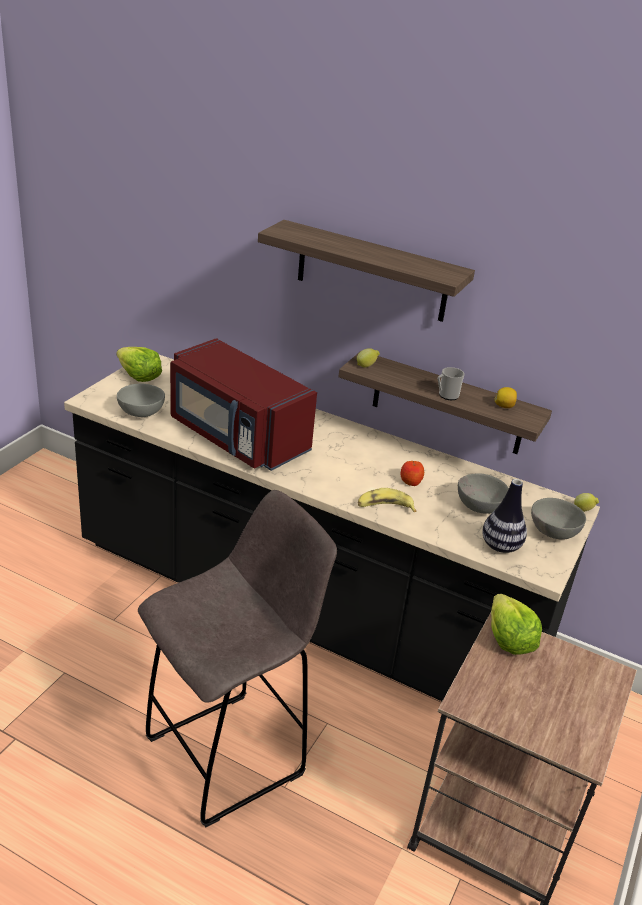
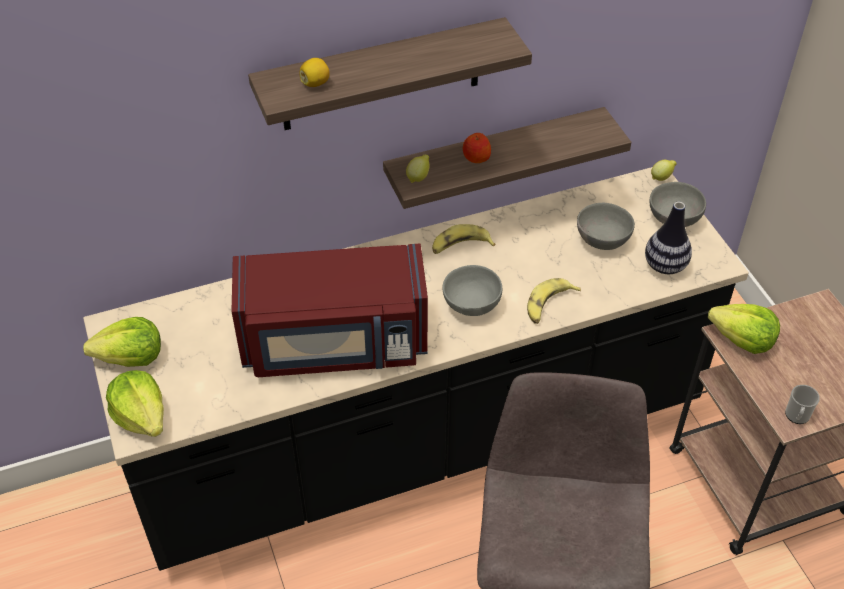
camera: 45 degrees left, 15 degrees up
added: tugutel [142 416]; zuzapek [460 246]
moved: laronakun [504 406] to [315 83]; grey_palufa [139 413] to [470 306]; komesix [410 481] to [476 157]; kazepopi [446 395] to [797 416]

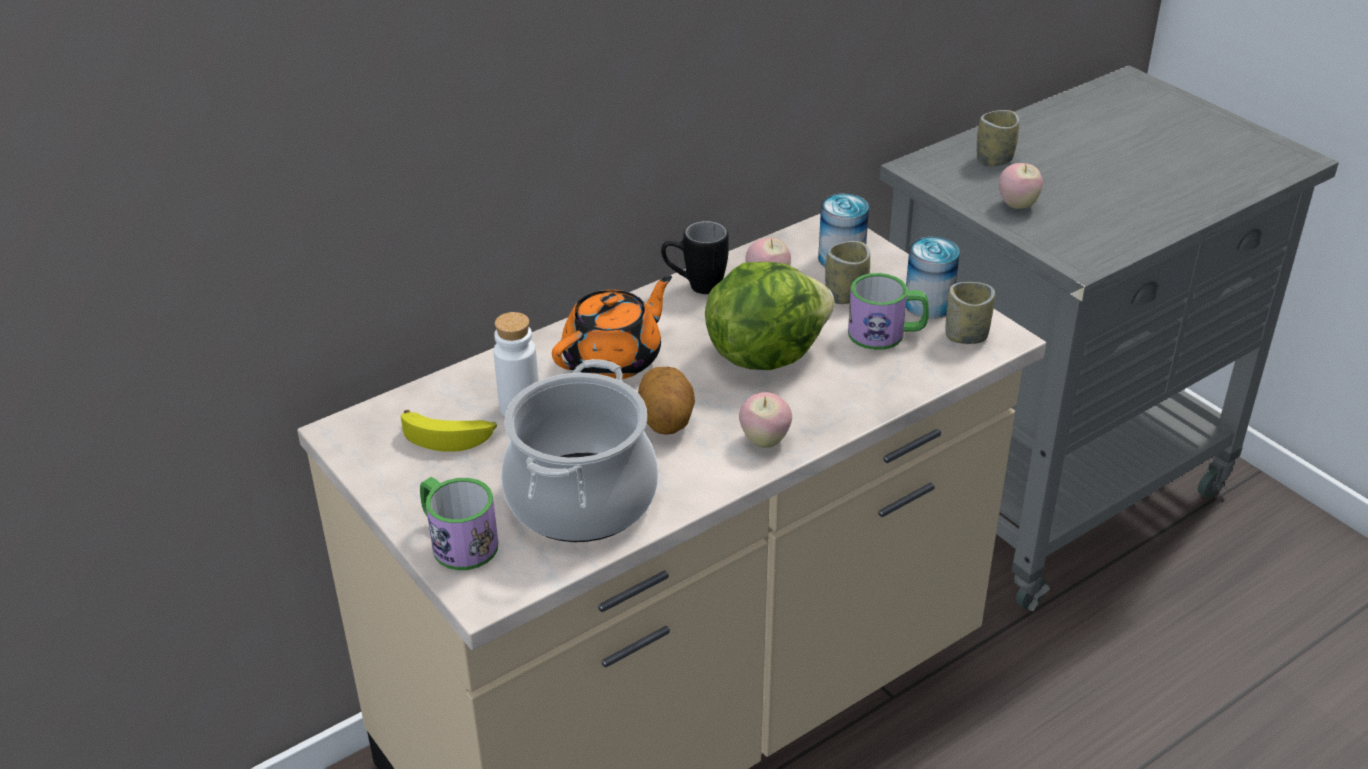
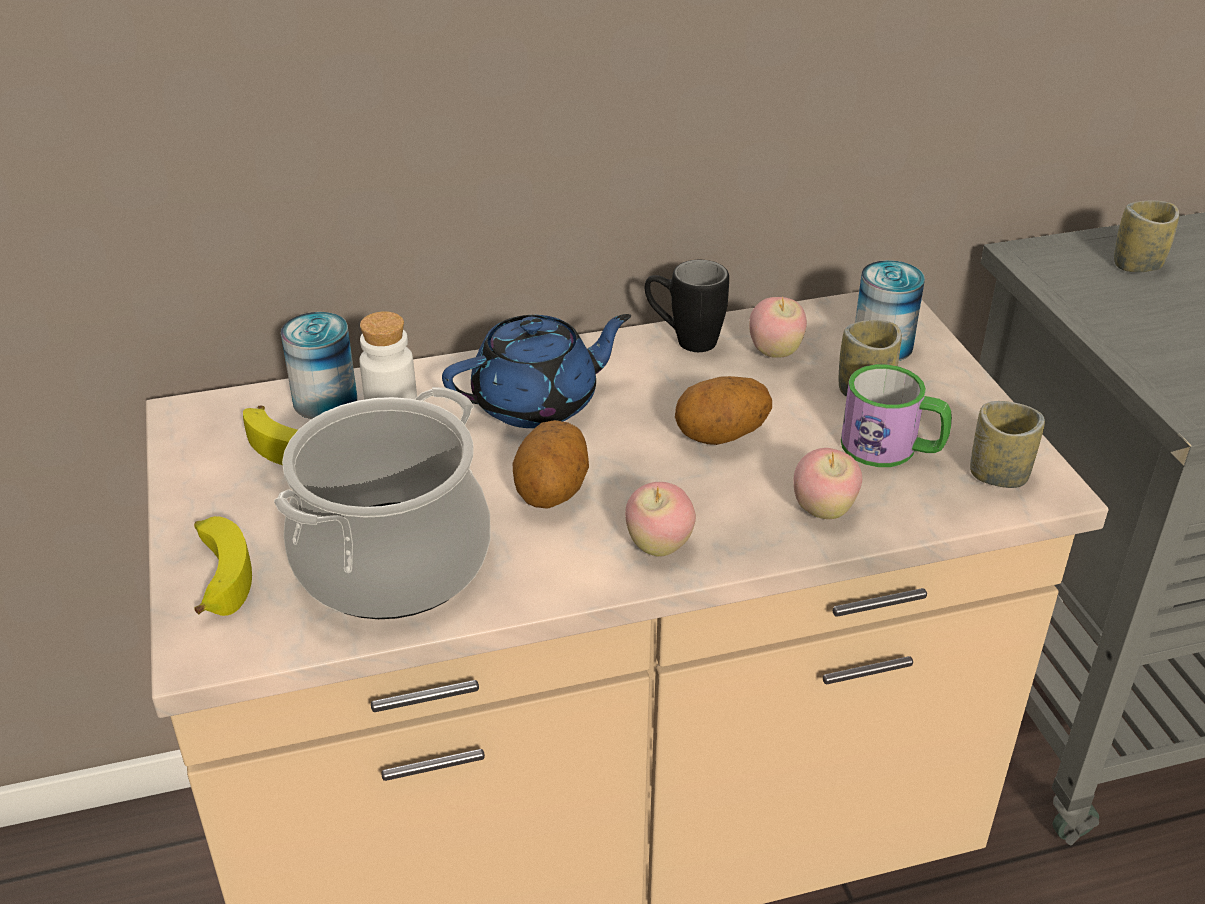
camera: 20 degrees right, 0 degrees up
moved: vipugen [928 304] to [325 401]; komesix [1017 205] to [823 510]
replaced: kazepopi [457 541] to zuzapek [218 574]; tugutel [764 354] to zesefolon [721 437]
recoloured: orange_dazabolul [614 359] to blue_dazabolul [538 403]

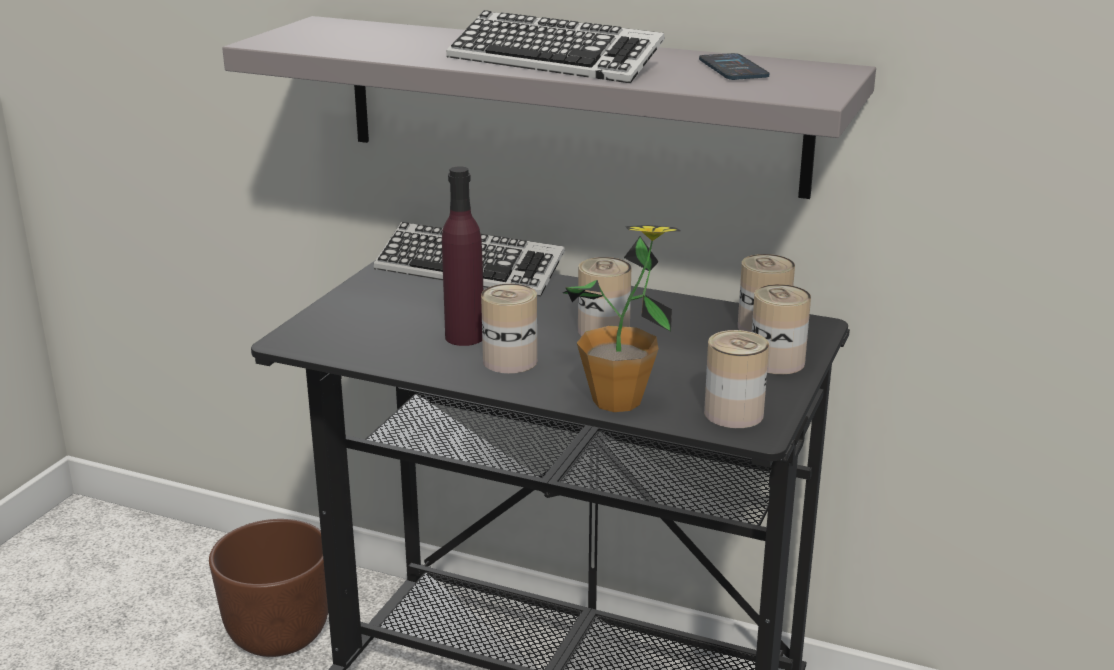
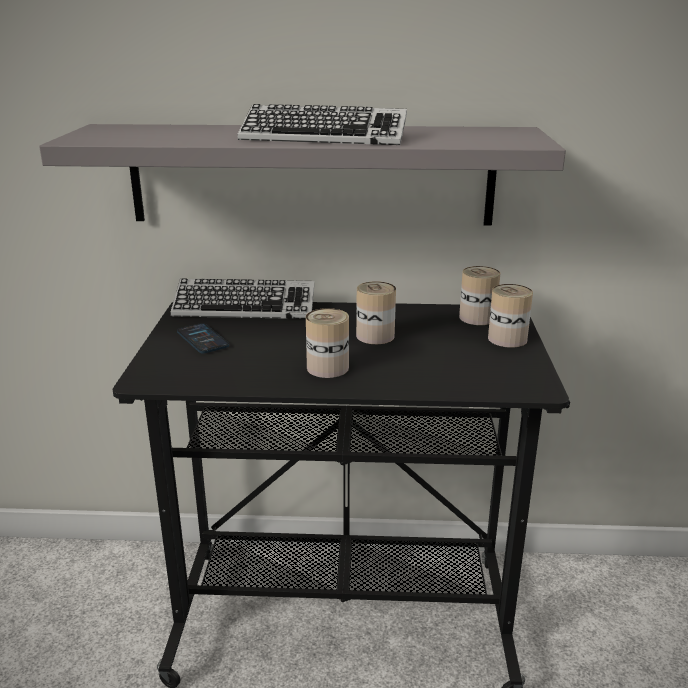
camera: 20 degrees left, 0 degrees up
removed: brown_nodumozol [280 636]; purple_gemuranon [464 337]; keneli [617 401]; vipugen [733 413]
moved: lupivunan [733 69] to [202 339]

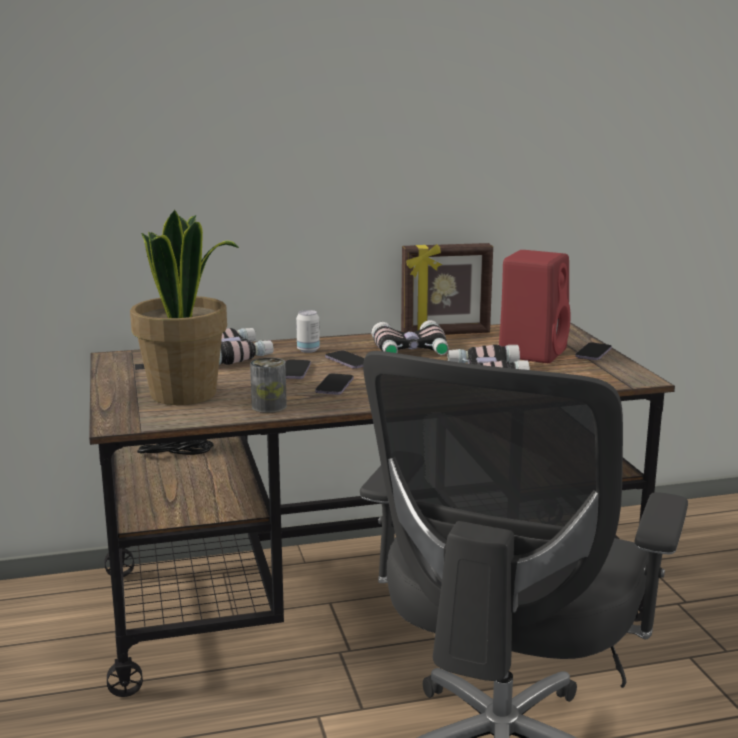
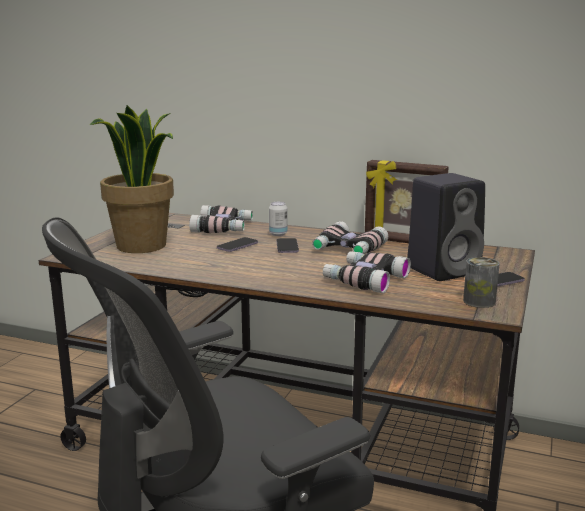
camera: 35 degrees right, 0 degrees up
removed: lupivunan [334 386]
moved: vipugen [269 406] to [479 301]
recoloured: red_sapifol [532 352] to black_sapifol [444 270]

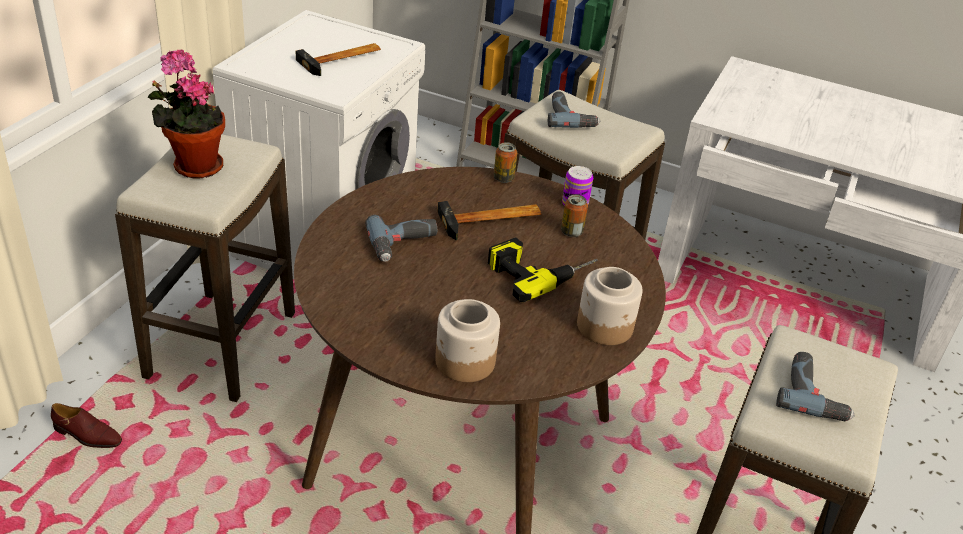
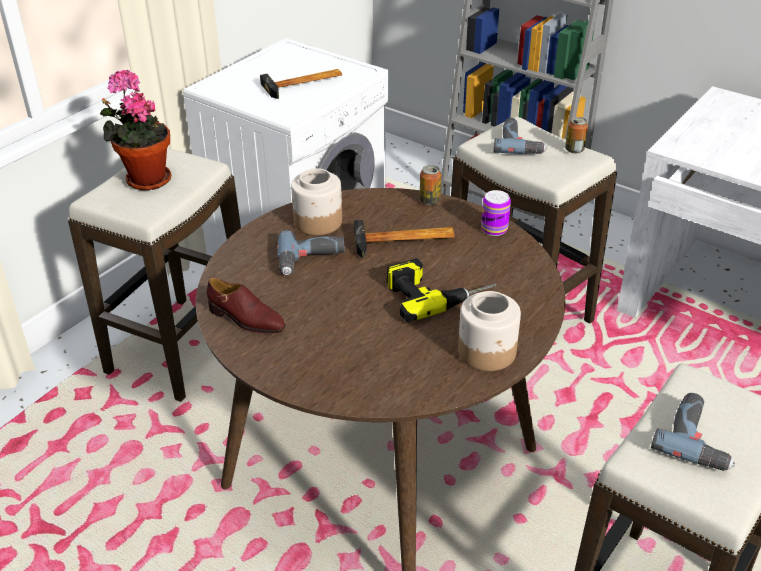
camera: 15 degrees right, 0 degrees up
moved: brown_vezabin [87 436] to [246 319]; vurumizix [465 362] to [317 222]; vipugen [571 232] to [574 150]

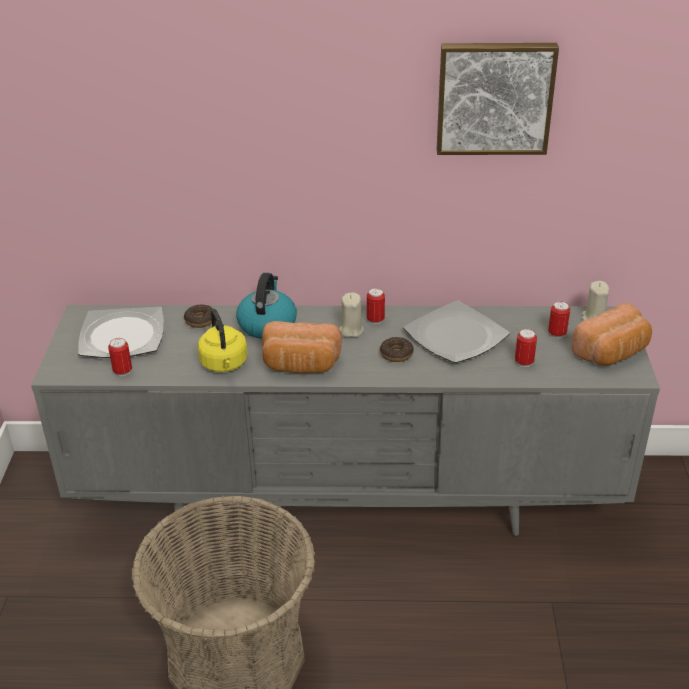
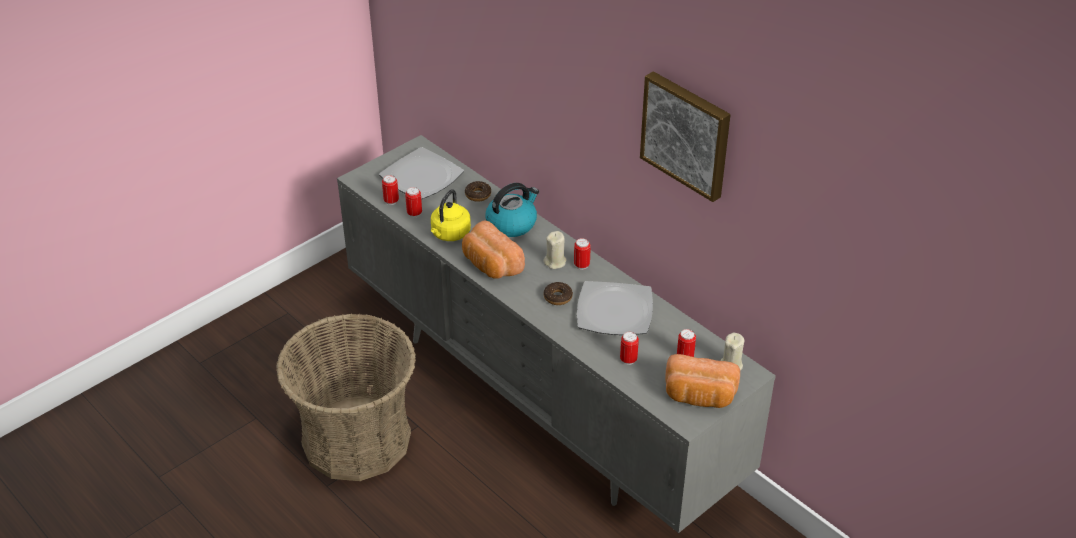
camera: 45 degrees right, 5 degrees up
added: vipugen [414 213]

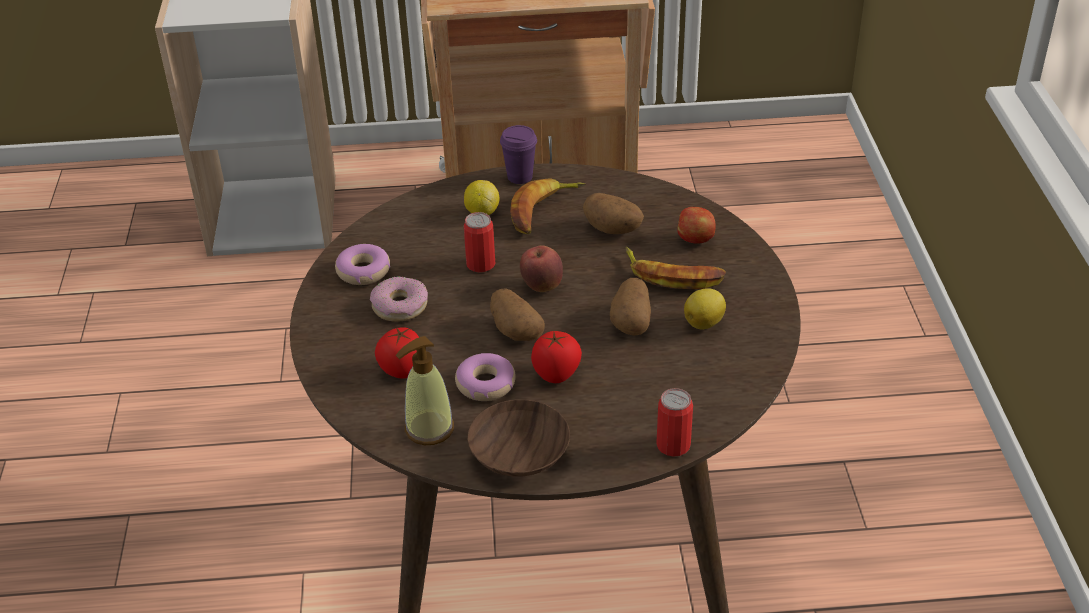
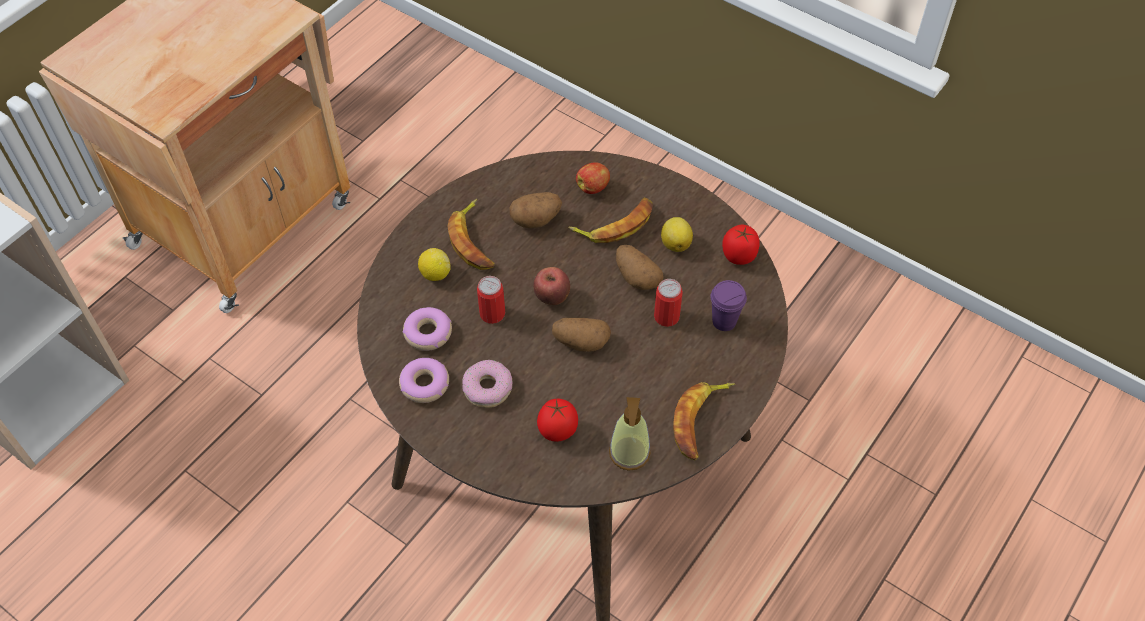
camera: 50 degrees left, 15 degrees up
moved: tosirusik [485 384] to [428 333]; vipugen [673 445] to [666 316]; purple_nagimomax [520 177] to [724 321]; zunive [557 375] to [739 256]
replaced: brown_palufa [518 455] to zuzapek [700 422]

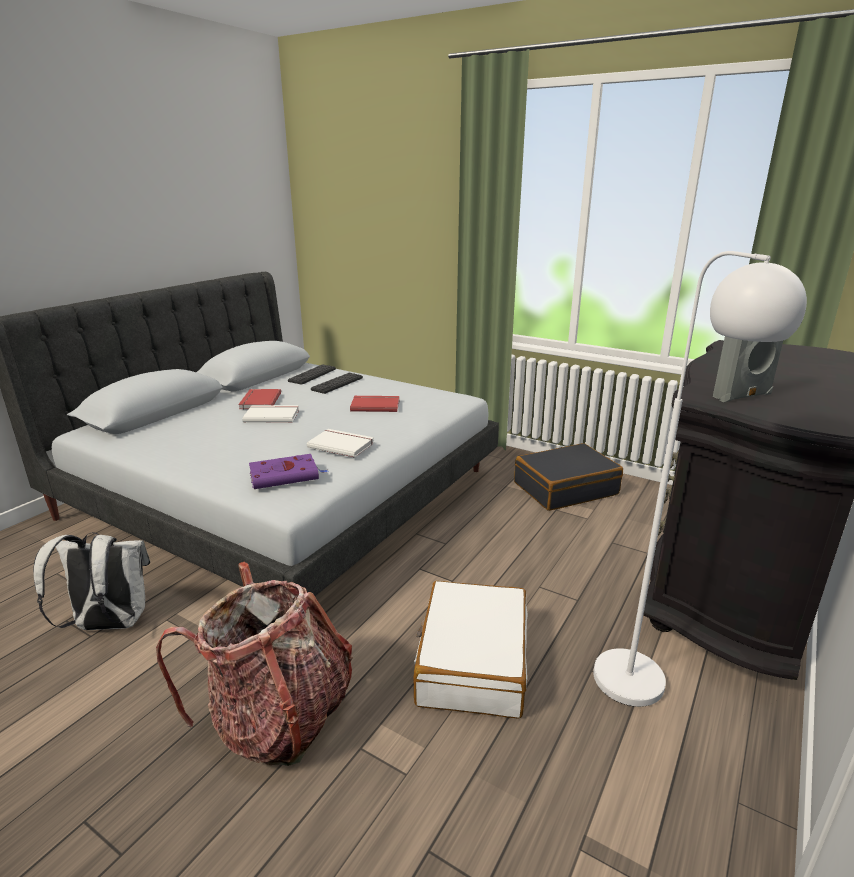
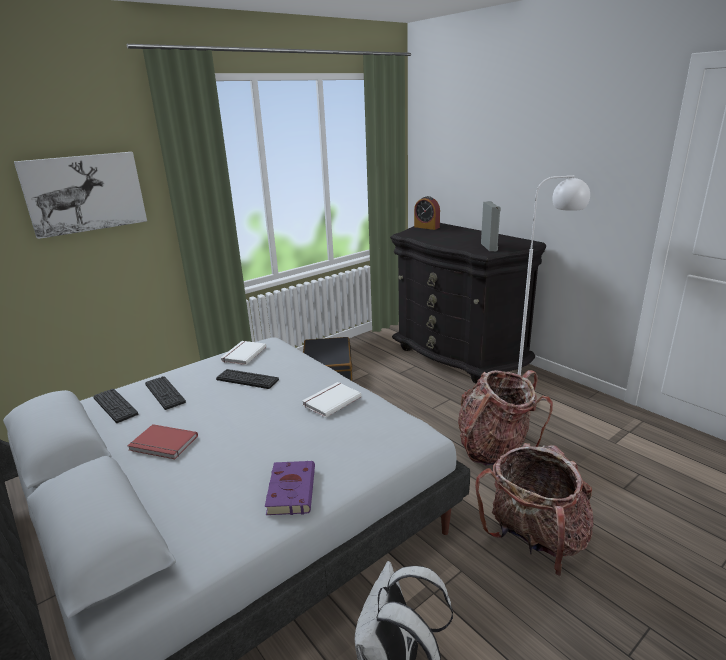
camera: 70 degrees left, 0 degrees up
added: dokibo [85 193]; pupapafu [426 227]
moved: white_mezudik [271 415] to [243 354]; purple_mezudik [286 475] to [291 489]
replaced: red_mezudik [375 405] to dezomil [247 379]; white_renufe [472 661] to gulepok [494 448]

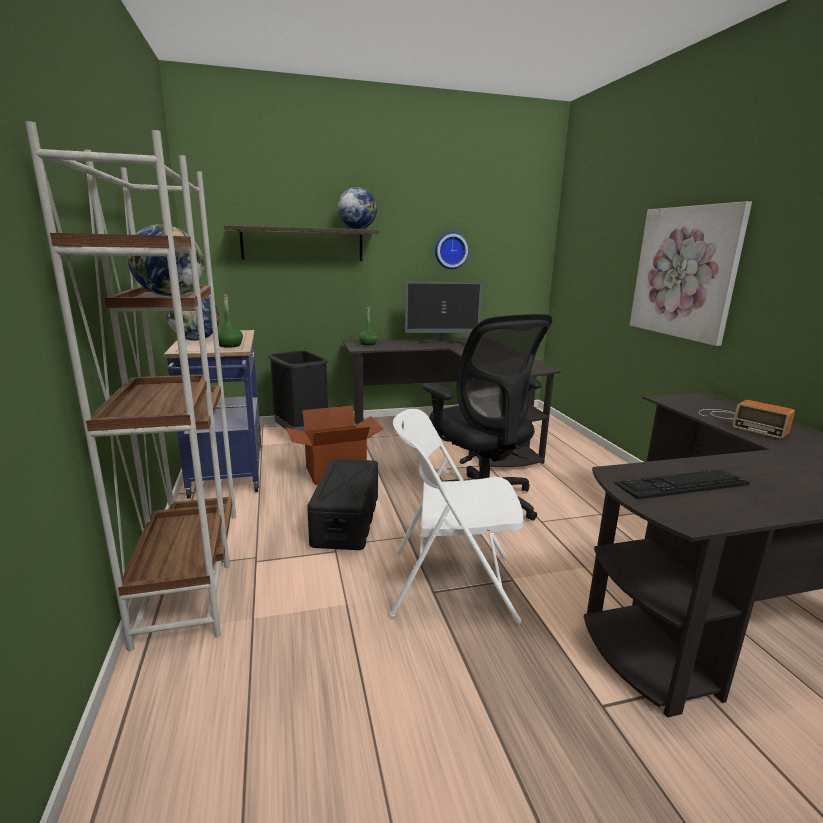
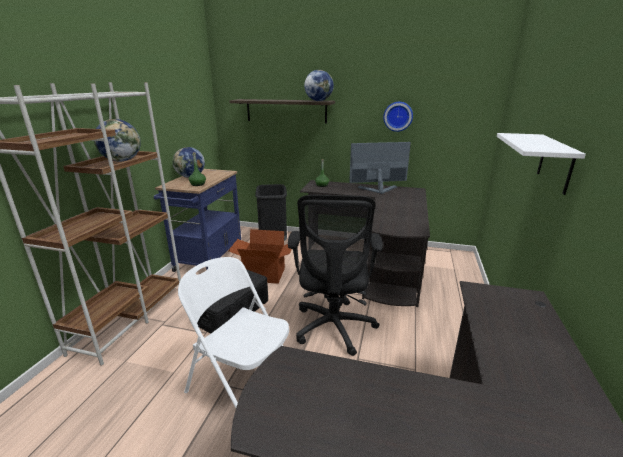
camera: 30 degrees right, 5 degrees up
removed: dezomil [681 484]; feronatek [739 422]
replaced: dokibo [684 272] to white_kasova [555 163]
turned: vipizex [441 342] = [378 190] 150 degrees clockwise

